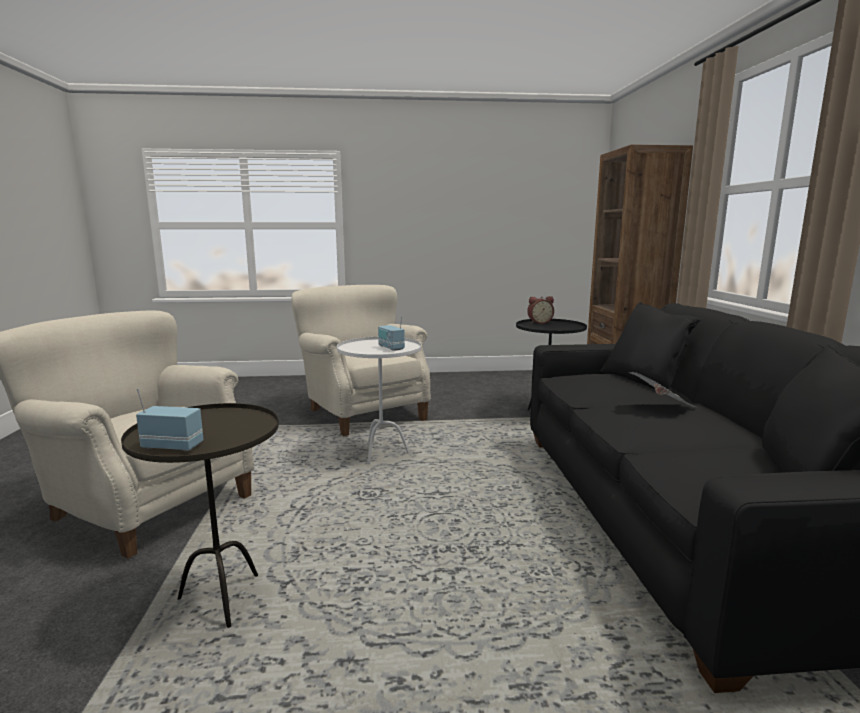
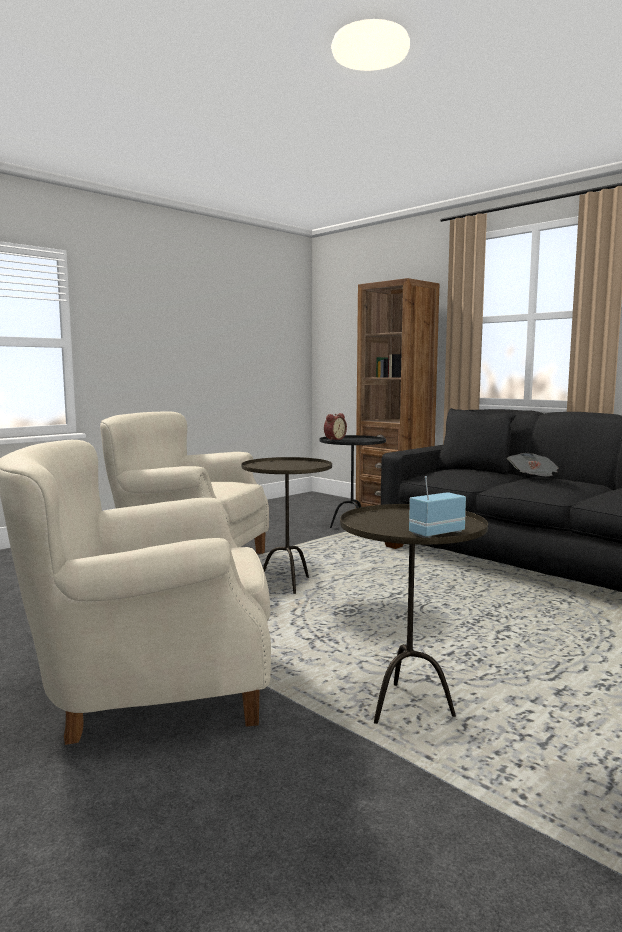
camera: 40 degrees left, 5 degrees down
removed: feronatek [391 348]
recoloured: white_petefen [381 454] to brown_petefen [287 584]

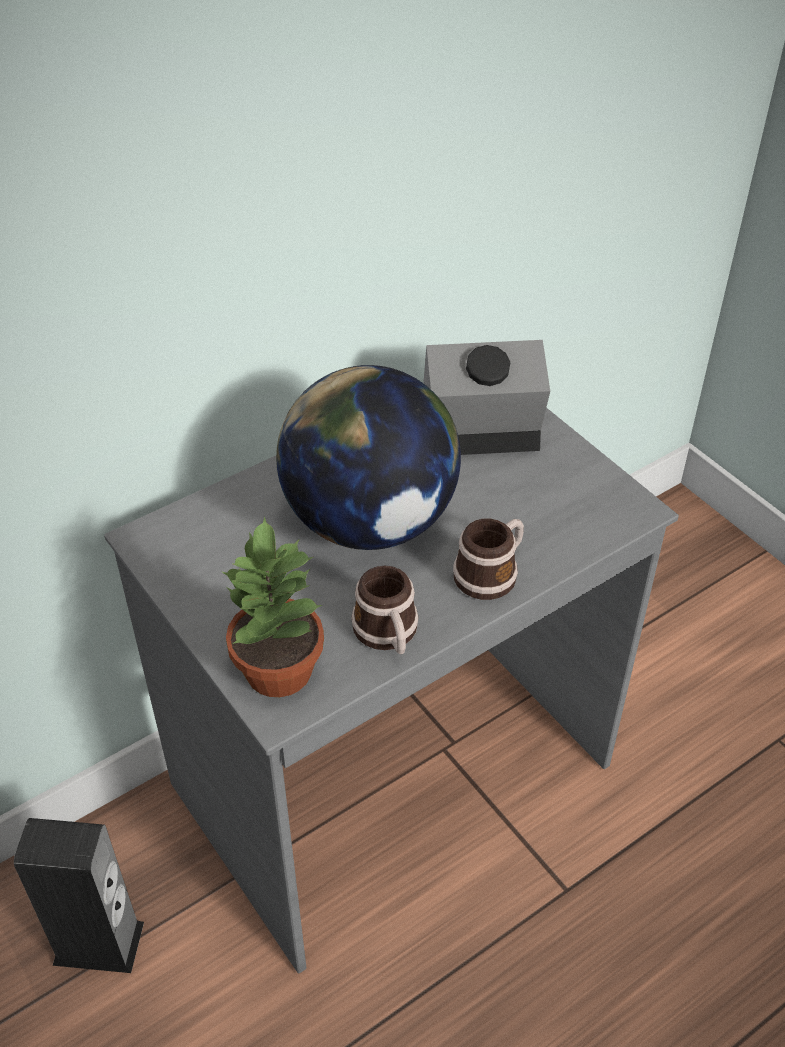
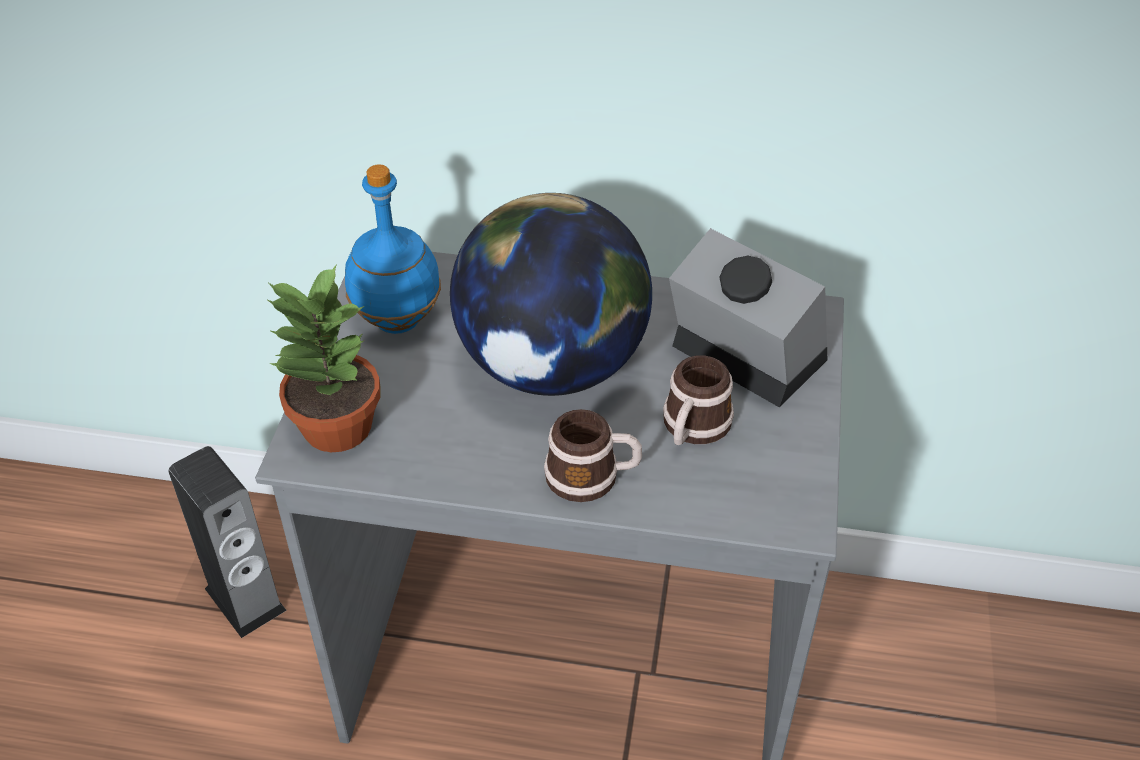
camera: 45 degrees right, 0 degrees up
added: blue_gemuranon [396 320]
moved: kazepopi [388 634] to [693 428]

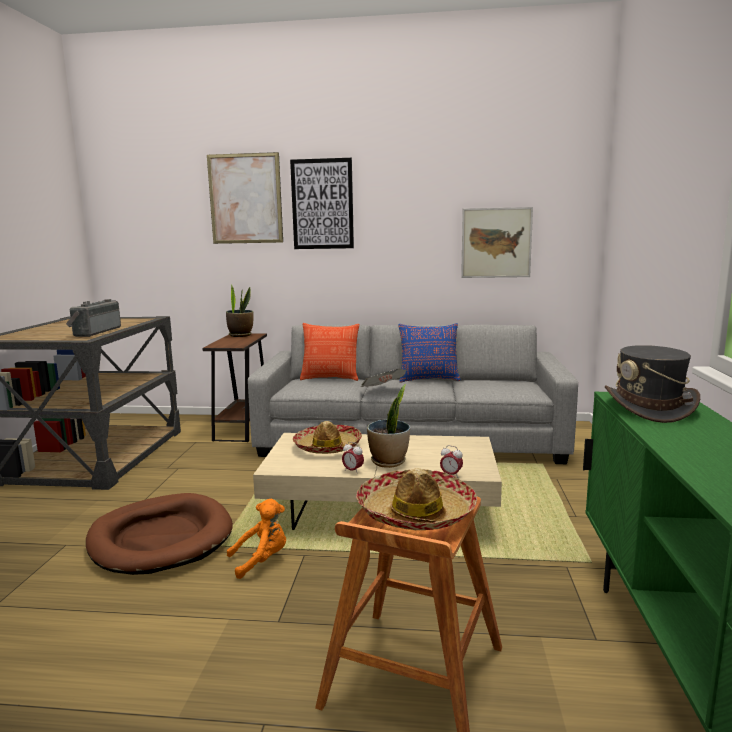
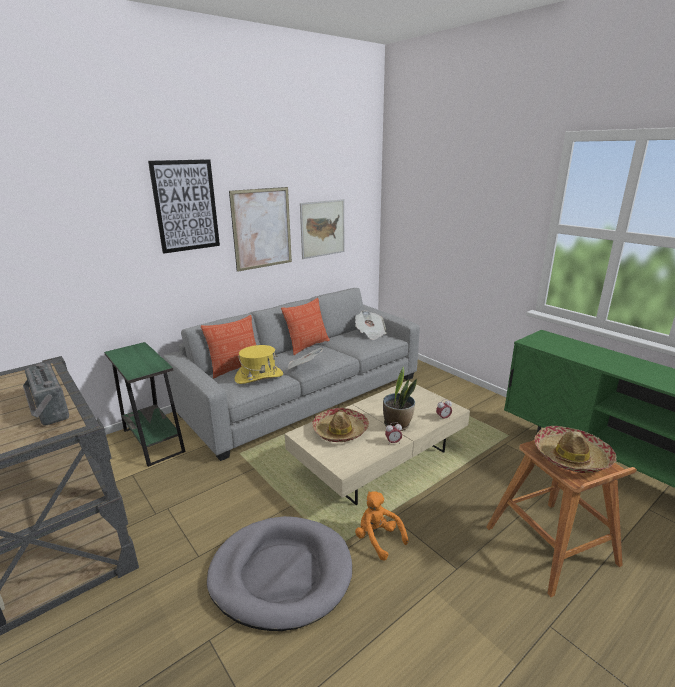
camera: 45 degrees left, 10 degrees up
removed: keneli [240 335]; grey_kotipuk [649 407]
added: yellow_kotipuk [259 377]; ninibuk [370 333]
moved: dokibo [245 199] to [262 228]
recoloured: brown_petefen [242 428] to green_petefen [153 441]; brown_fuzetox [161 538] to grey_fuzetox [281 574]; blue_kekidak [429 379] to orange_kekidak [307 346]
turned: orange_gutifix [262 560] = [378 539] 60 degrees counterclockwise

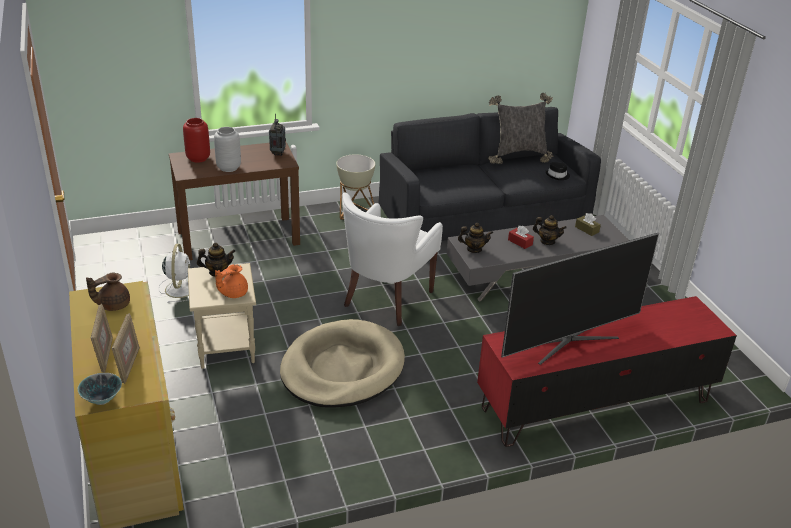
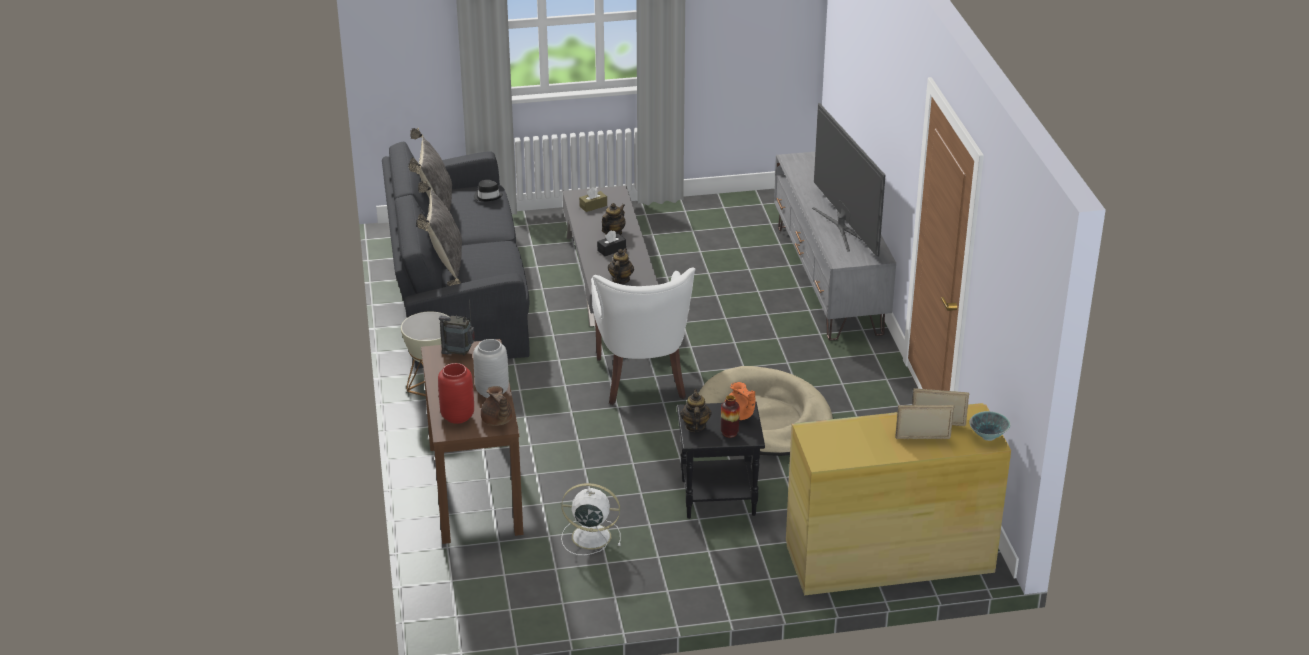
camera: 80 degrees left, 0 degrees up
added: kekidak [442 273]; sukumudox [729 433]
moved: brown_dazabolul [113 305] to [497 421]
recoloured: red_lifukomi [520 242] to black_lifukomi [611 249]; beige_petefen [225 347] to black_petefen [717 499]; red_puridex [594 404] to grey_puridex [828 279]
turned: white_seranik [386 299] = [642 380] 45 degrees clockwise

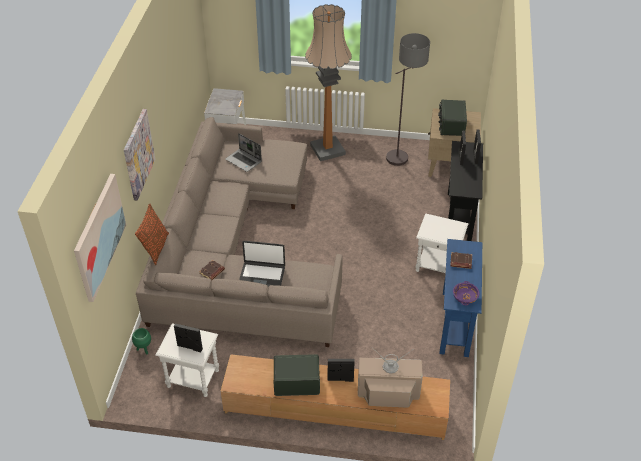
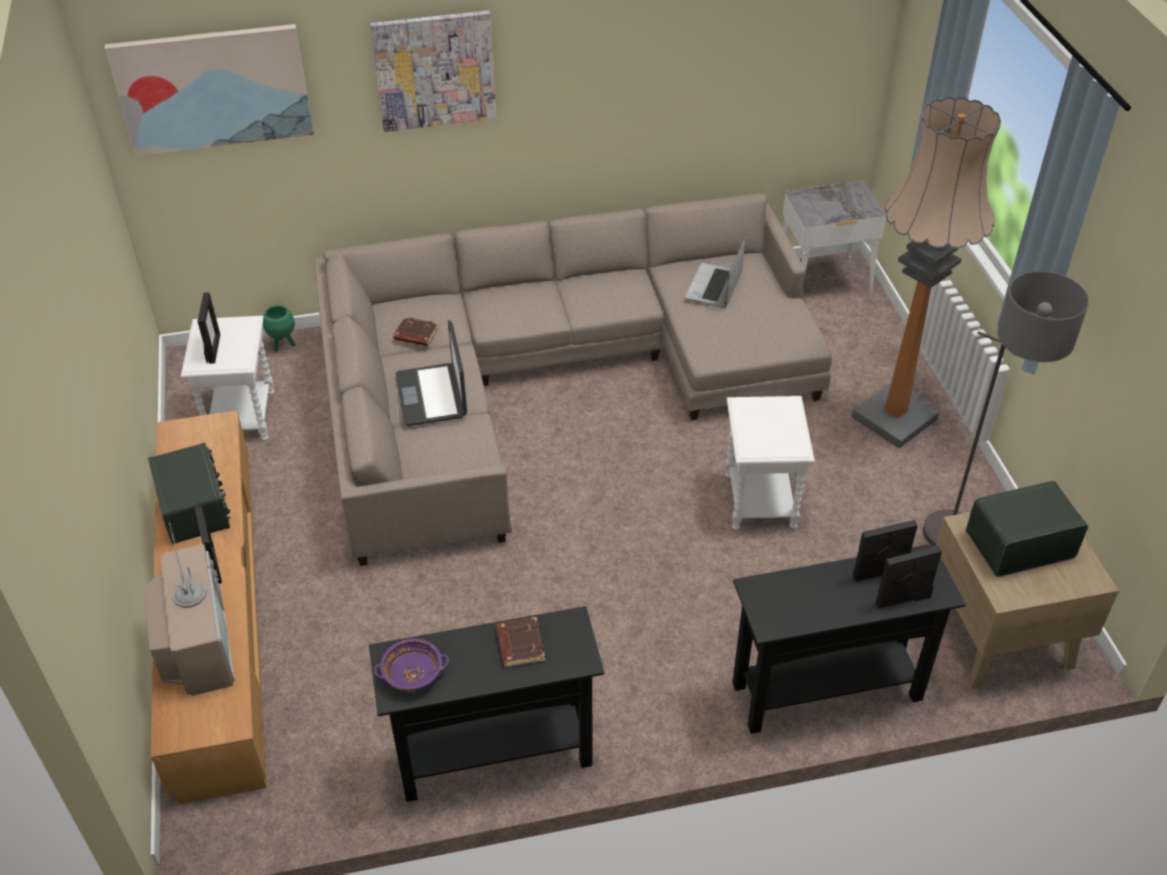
camera: 70 degrees right, 0 degrees up
removed: brown_kekidak [156 248]
moved: white_petefen [437 264] to [761 499]
recoloured: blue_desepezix [455 323] to black_desepezix [494 756]

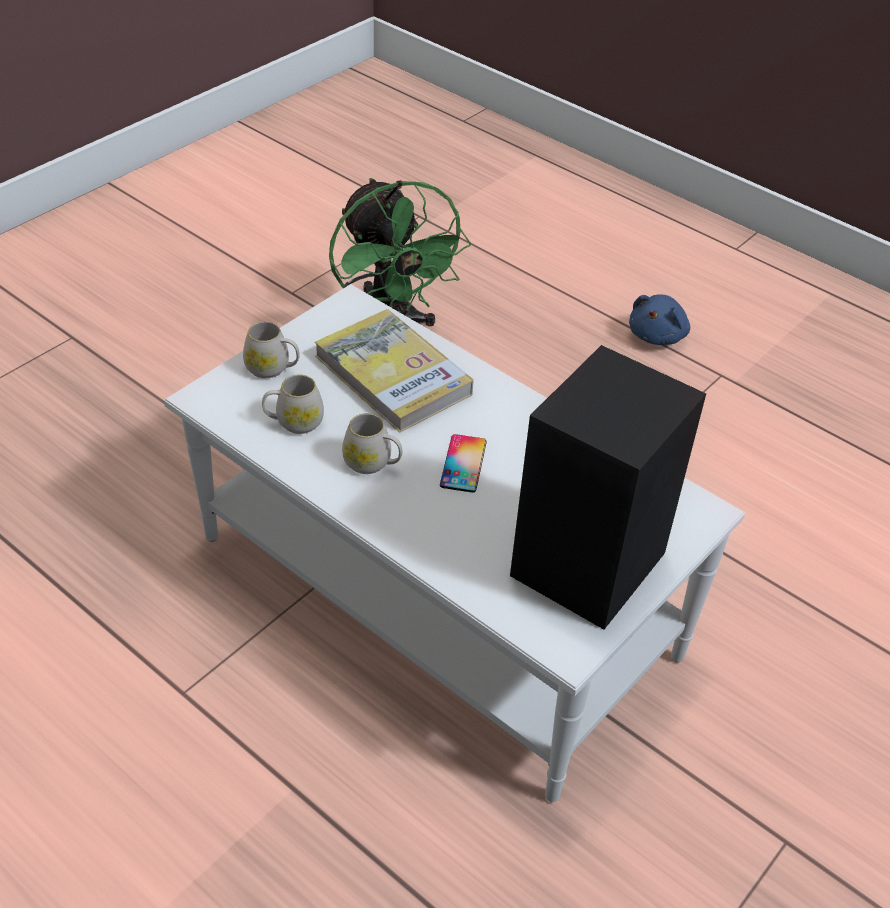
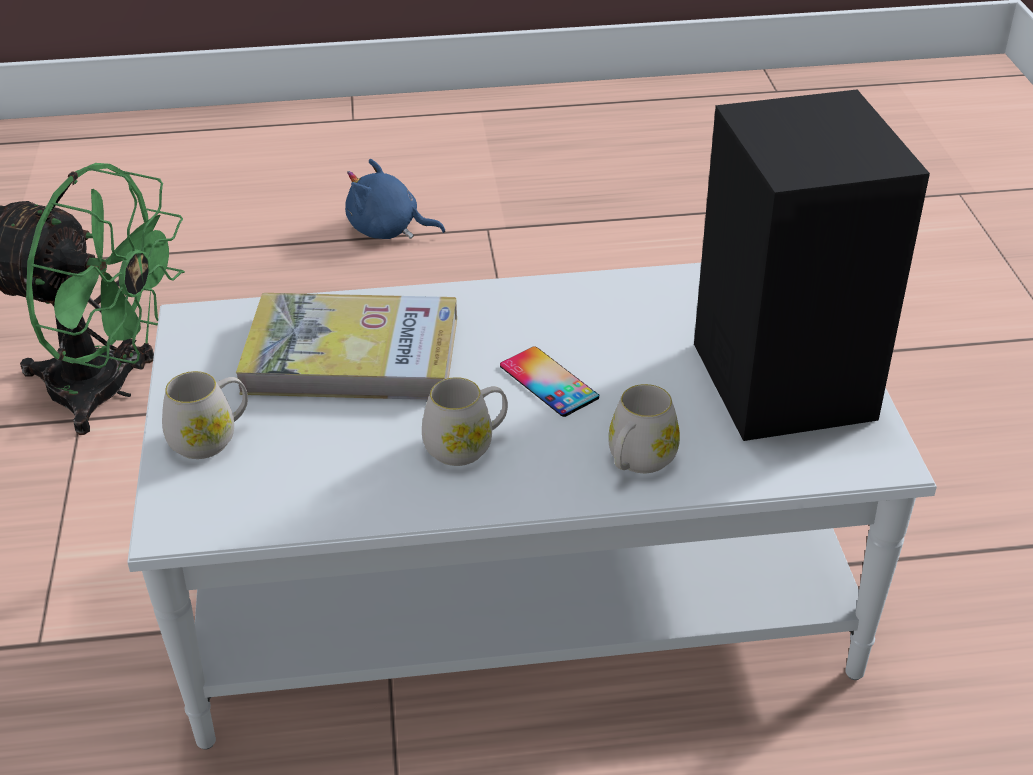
camera: 45 degrees left, 5 degrees down
moved: white_kazepopi [294 422] to [638 461]
turned: blue_gutifix [658 335] = [388 230] 120 degrees clockwise

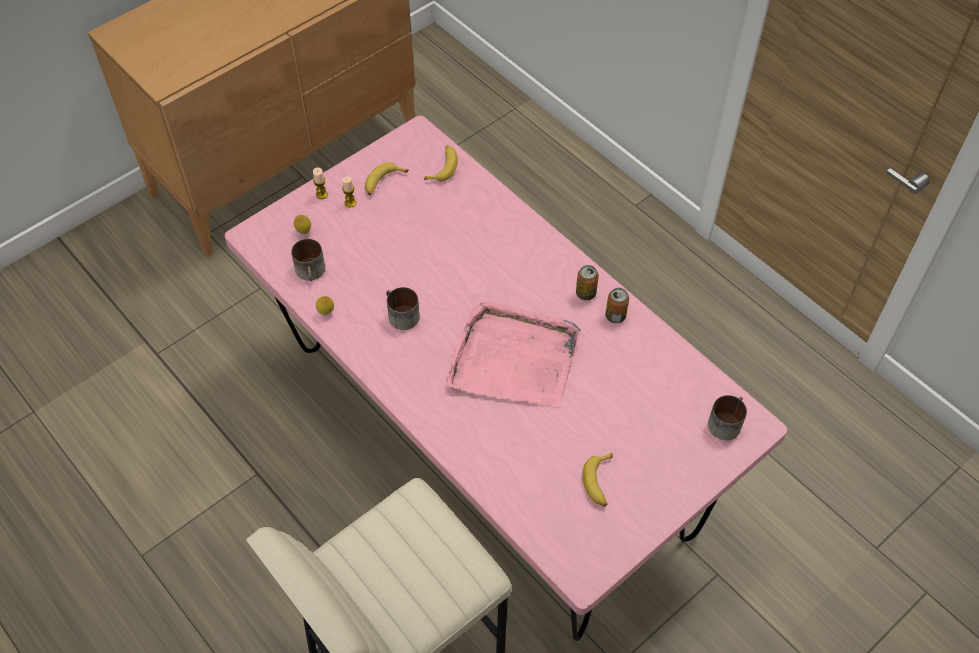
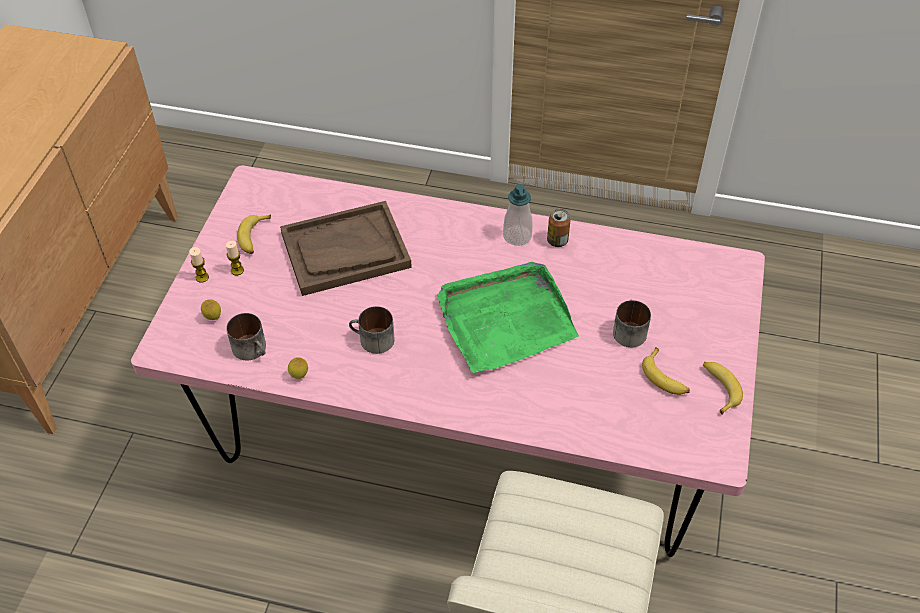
camera: 35 degrees left, 5 degrees down
added: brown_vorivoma [345 251]
moved: kazepopi [725 422] to [627 330]; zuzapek [443 167] to [719 388]
replaced: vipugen [585 293] to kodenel [517 236]
recoloured: pink_vorivoma [514 358] to green_vorivoma [505 320]

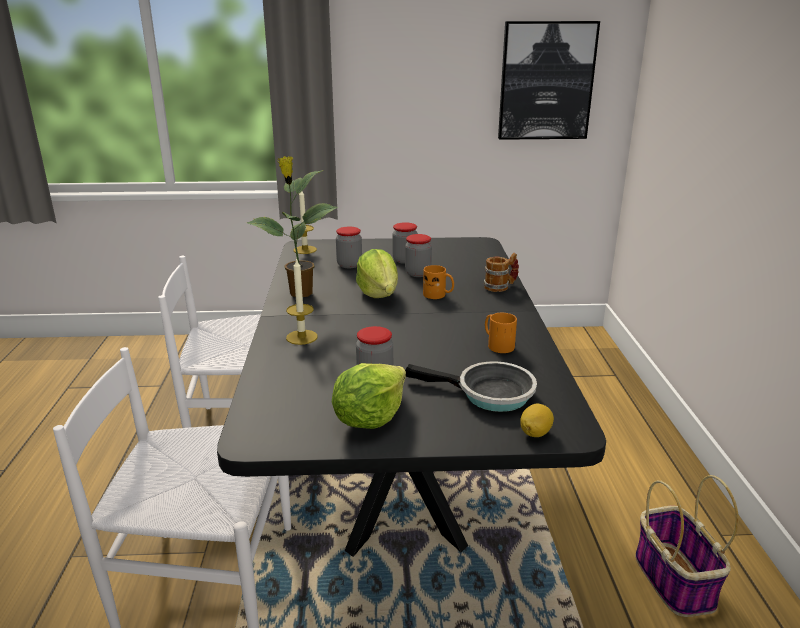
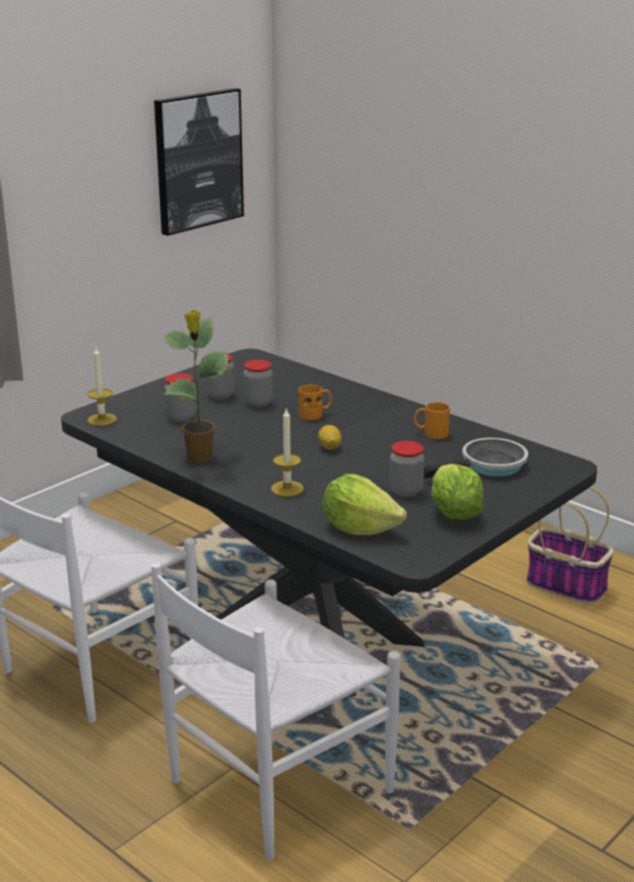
camera: 45 degrees left, 0 degrees up
removed: kazepopi [500 286]
moved: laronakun [535 432] to [329 447]; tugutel [379 294] to [359 528]

